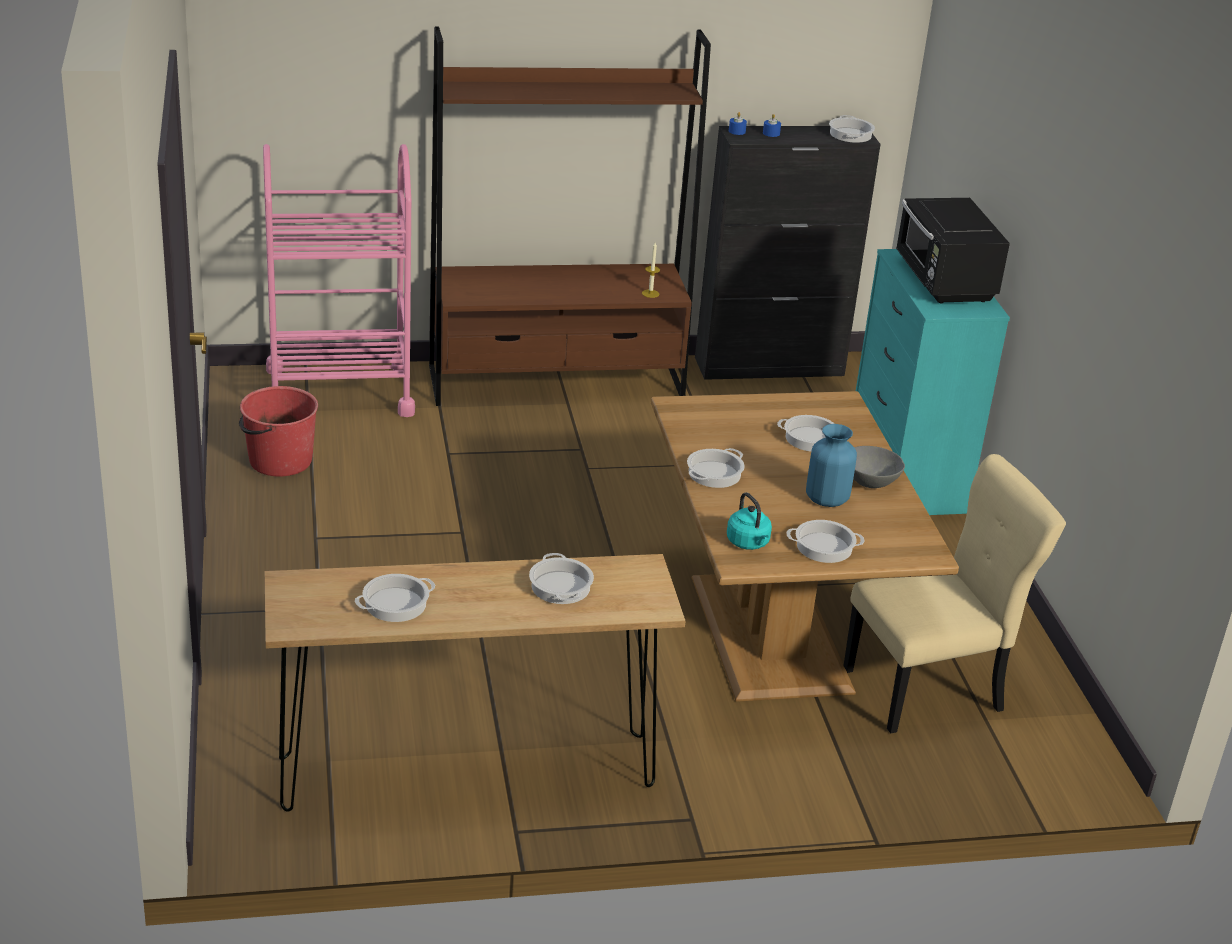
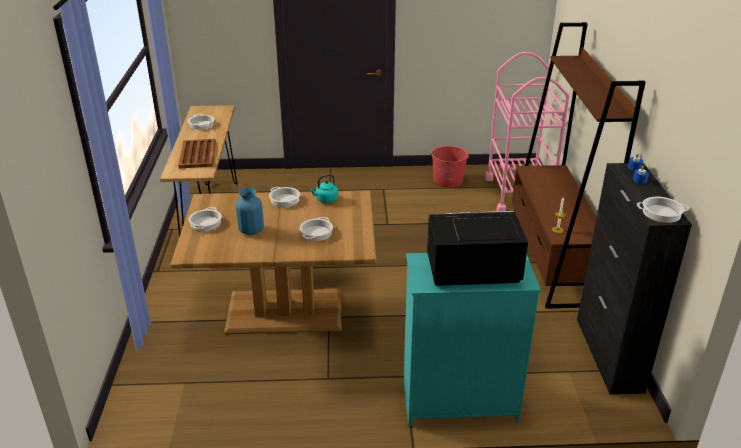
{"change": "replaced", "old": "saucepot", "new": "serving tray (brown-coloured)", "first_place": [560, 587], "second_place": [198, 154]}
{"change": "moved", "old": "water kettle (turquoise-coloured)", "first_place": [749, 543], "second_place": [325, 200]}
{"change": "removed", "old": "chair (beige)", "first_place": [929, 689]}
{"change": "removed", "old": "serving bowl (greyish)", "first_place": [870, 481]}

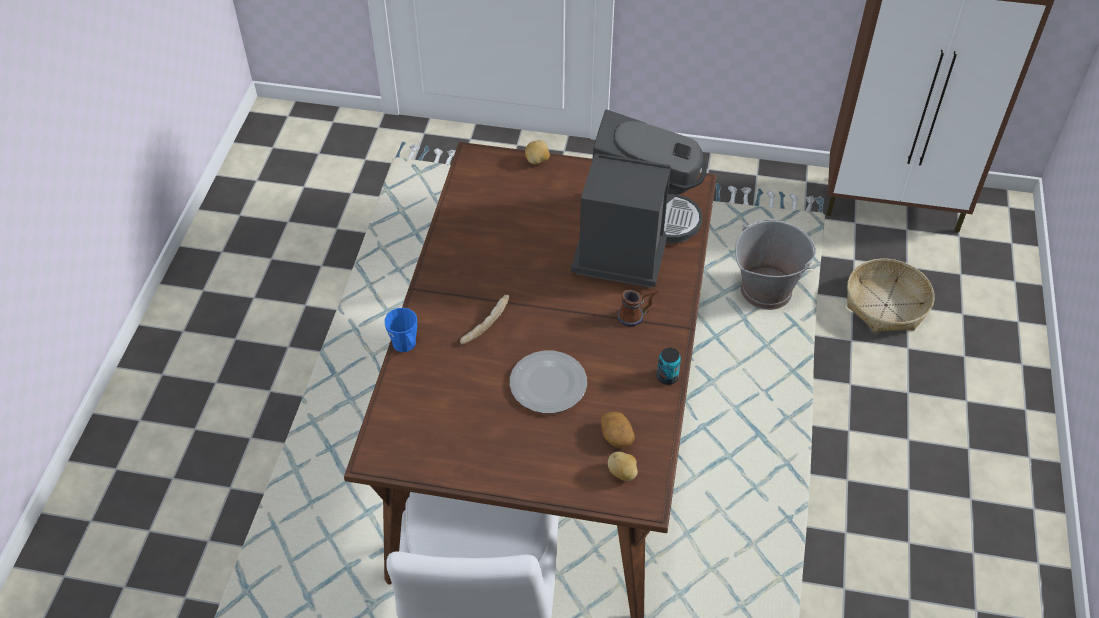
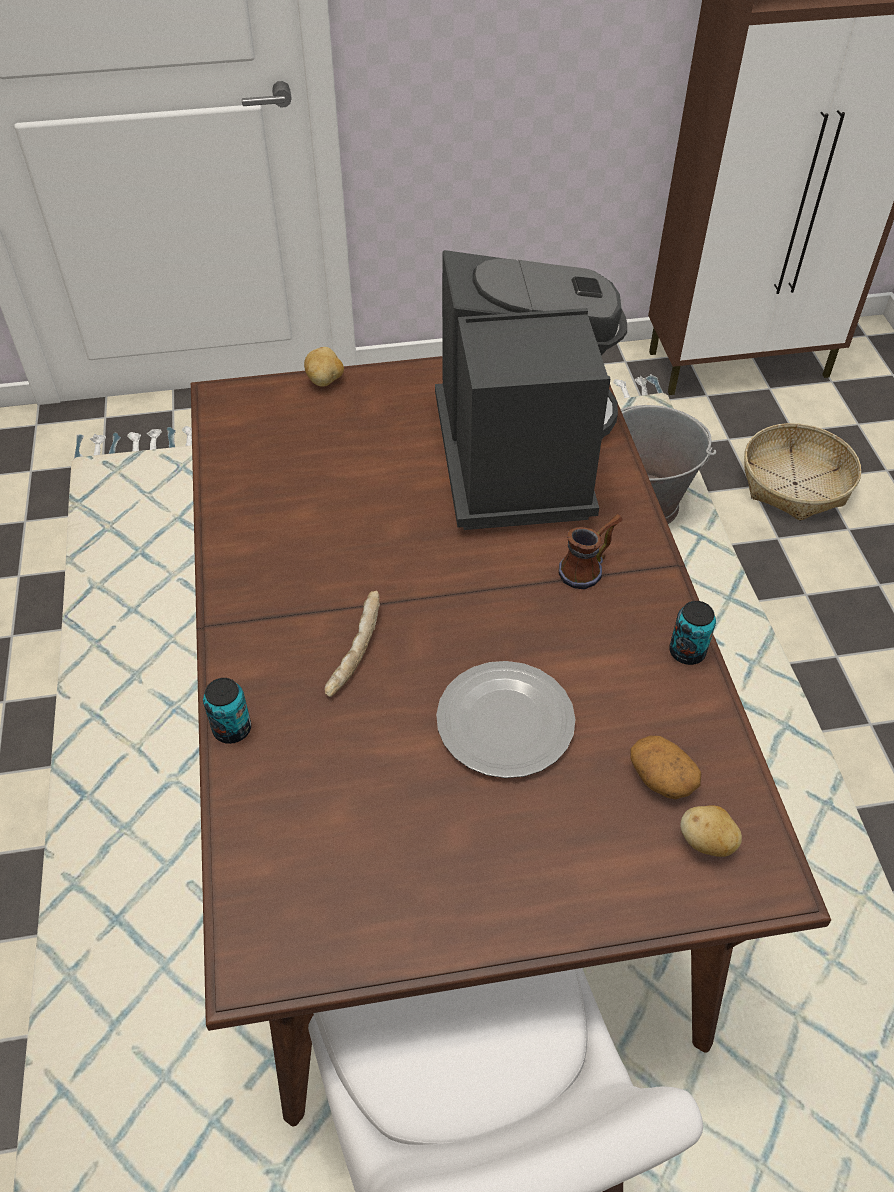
{"change": "replaced", "old": "tea mug (blue)", "new": "sealed can", "first_place": [406, 346], "second_place": [232, 729]}

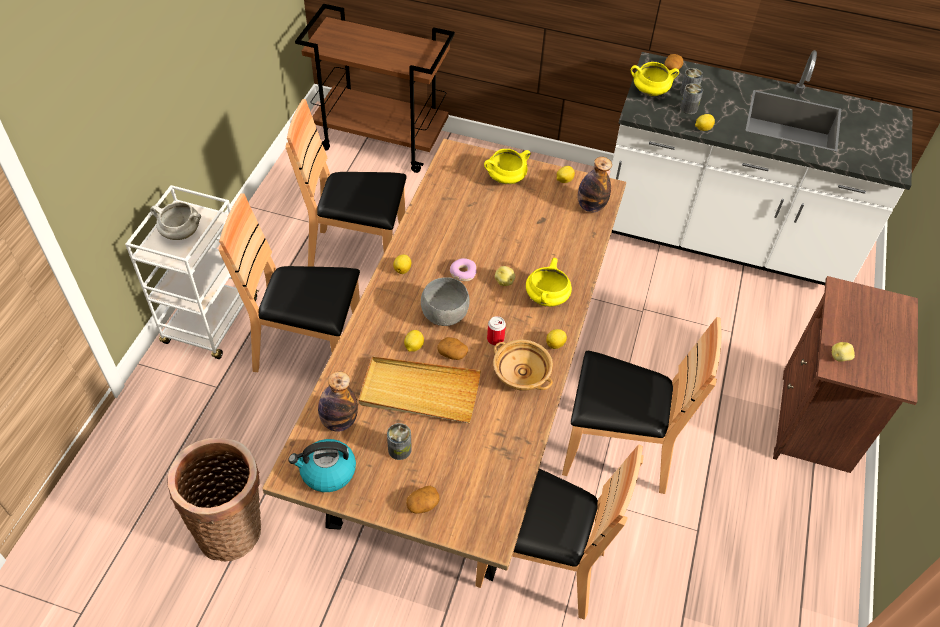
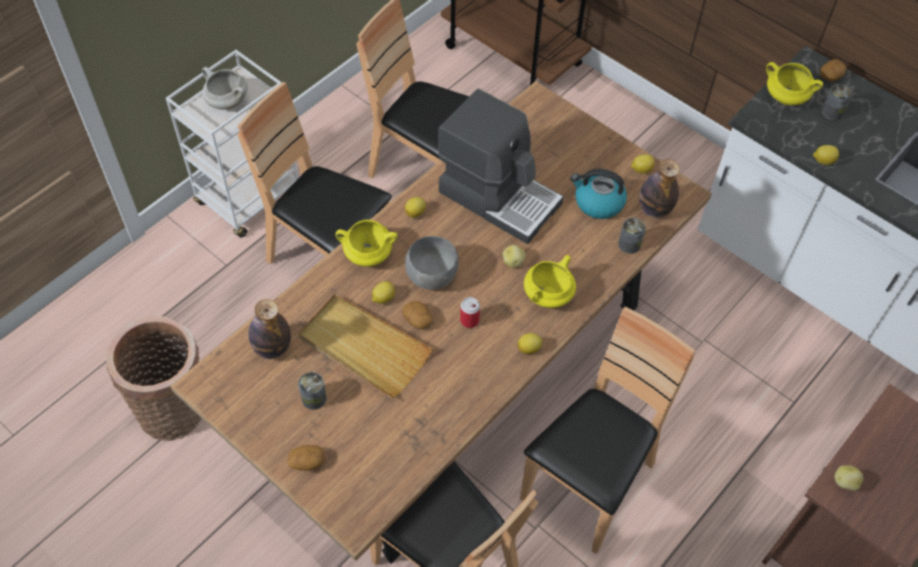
{"change": "moved", "old": "saucepot (yellowish)", "first_place": [505, 179], "second_place": [367, 255]}
{"change": "added", "new": "coffee machine", "second_place": [499, 196]}
{"change": "turned", "old": "chair (brown-coloured)", "first_place": [616, 452], "second_place": [588, 484], "degrees": -90}
{"change": "moved", "old": "water kettle", "first_place": [327, 472], "second_place": [598, 203]}
{"change": "moved", "old": "sealed can", "first_place": [688, 108], "second_place": [629, 244]}
{"change": "removed", "old": "donut", "first_place": [463, 273]}
{"change": "removed", "old": "serving bowl (beige)", "first_place": [521, 374]}

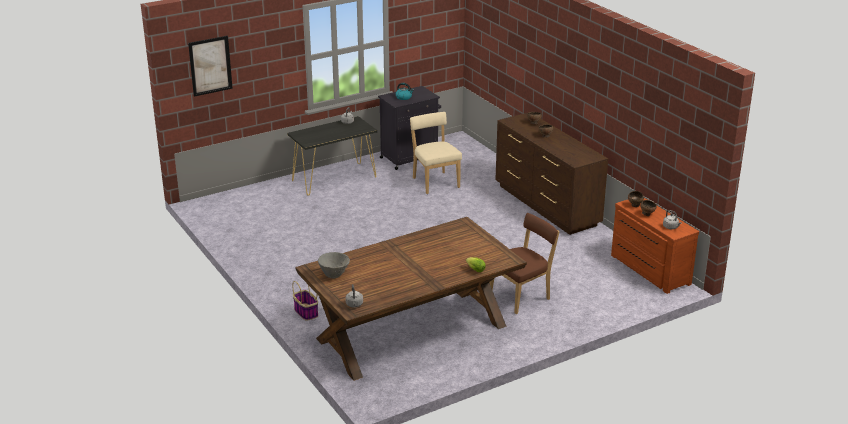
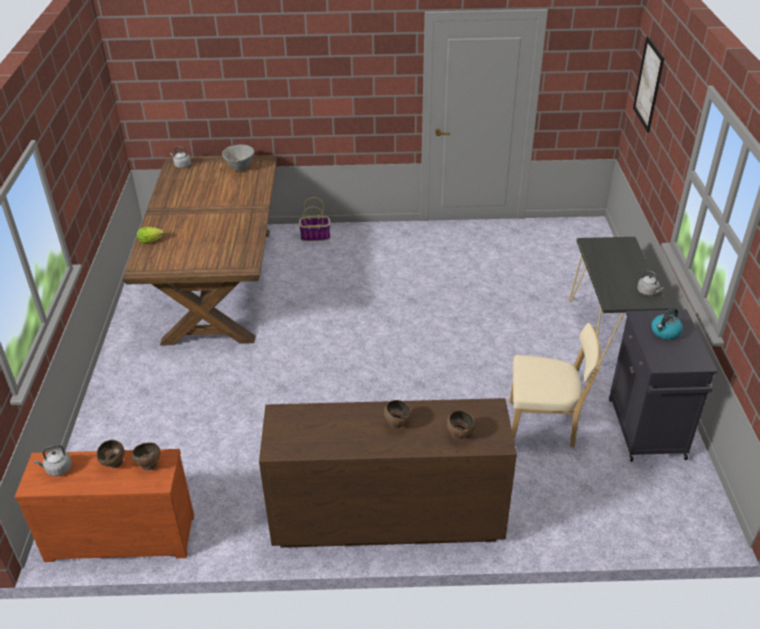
{"change": "removed", "old": "chair (brown-coloured)", "first_place": [522, 296]}

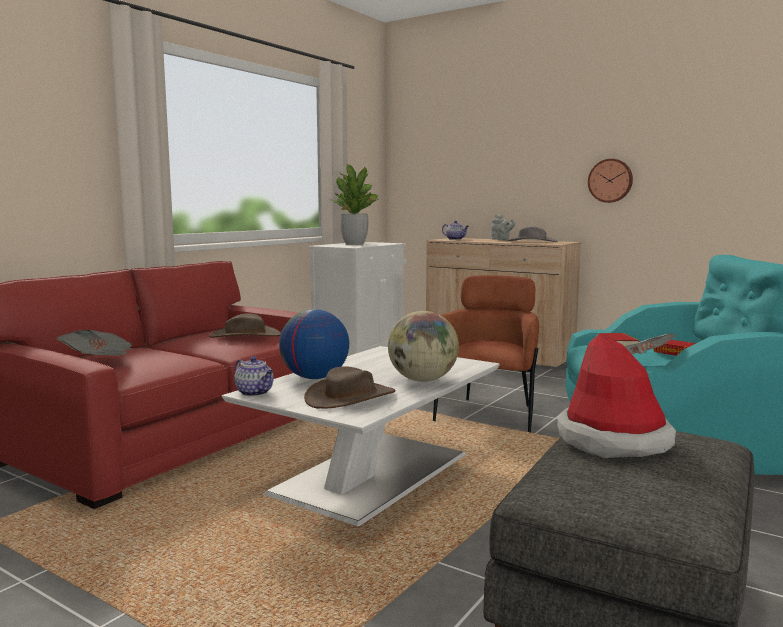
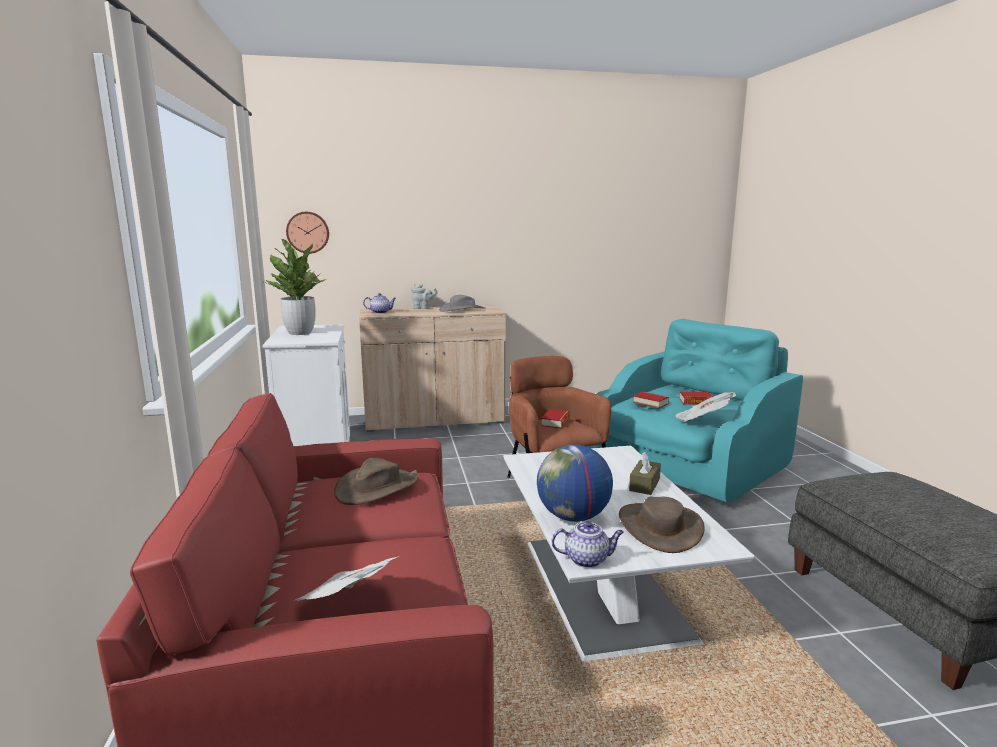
{"change": "moved", "old": "wall clock", "first_place": [610, 180], "second_place": [308, 232]}
{"change": "added", "new": "volume", "second_place": [555, 422]}
{"change": "replaced", "old": "world globe", "new": "tissue holder (brown-coloured)", "first_place": [422, 380], "second_place": [644, 485]}
{"change": "removed", "old": "wearable hat", "first_place": [614, 440]}

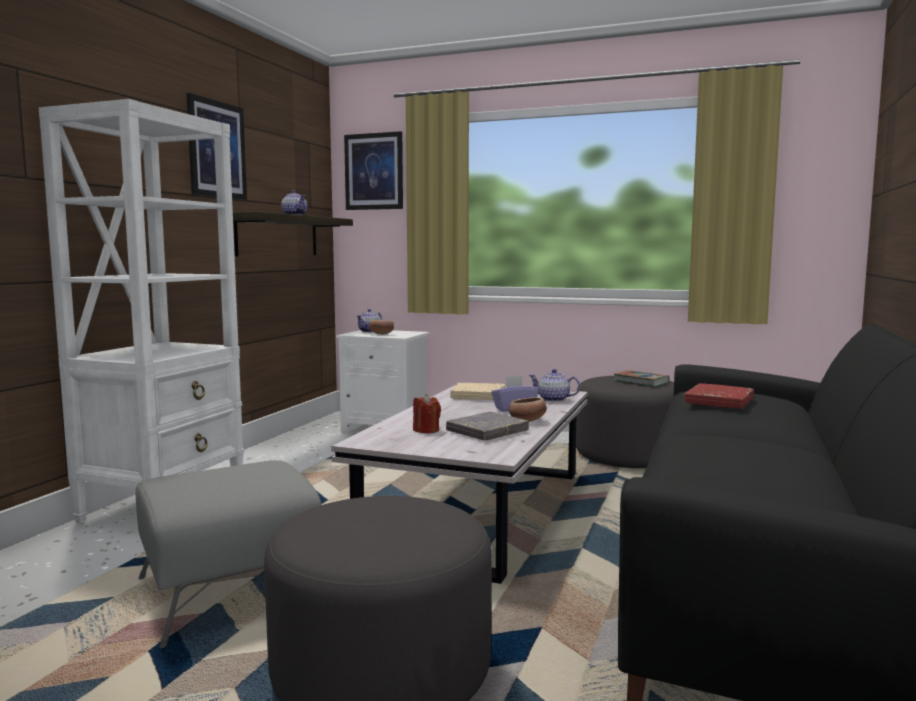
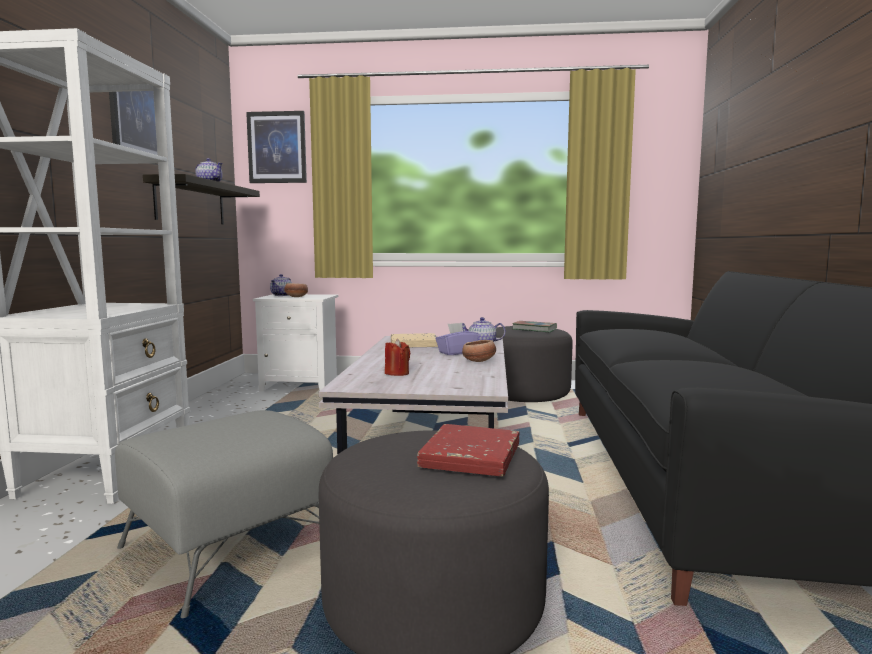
{"change": "moved", "old": "volume (red)", "first_place": [718, 401], "second_place": [470, 457]}
{"change": "removed", "old": "volume (greyish)", "first_place": [487, 431]}

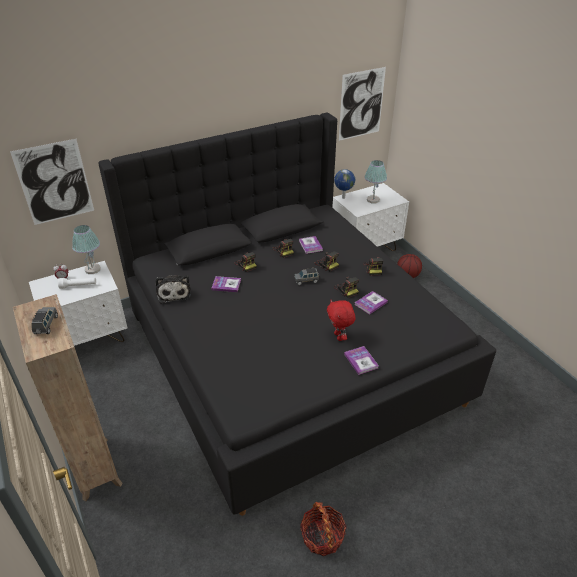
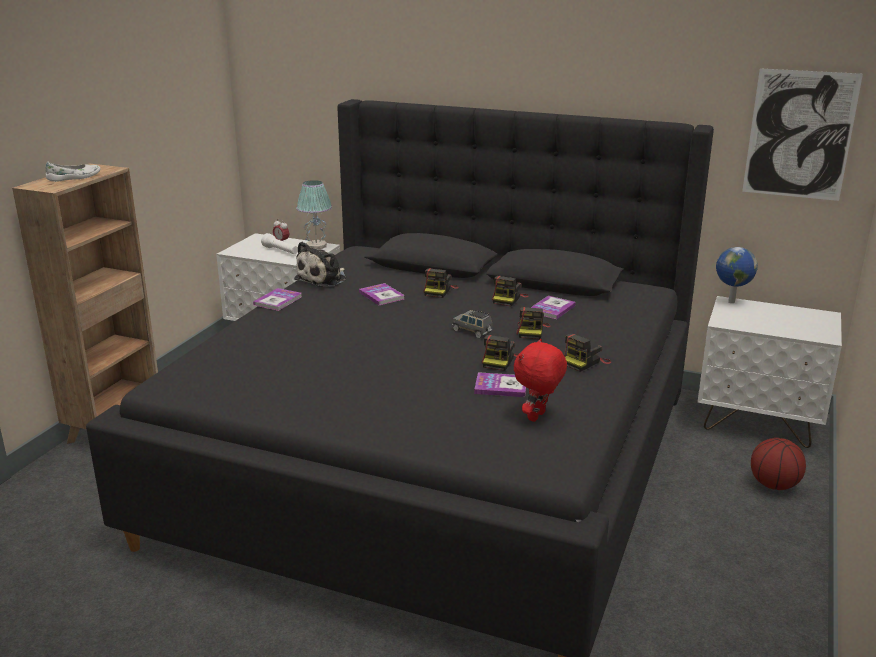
{"change": "replaced", "old": "toy car (greyish)", "new": "low shoe (whitish)", "first_place": [46, 325], "second_place": [74, 177]}
{"change": "moved", "old": "volume", "first_place": [361, 361], "second_place": [278, 301]}
{"change": "moved", "old": "cuddly toy (red)", "first_place": [339, 336], "second_place": [537, 417]}
{"change": "removed", "old": "wall picture", "first_place": [54, 182]}
{"change": "removed", "old": "storage basket", "first_place": [322, 536]}
{"change": "removed", "old": "lamp for a table", "first_place": [373, 200]}

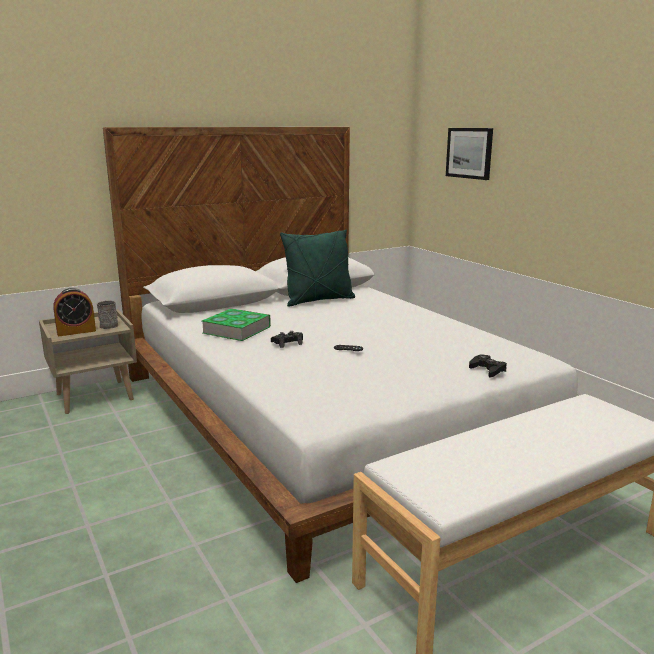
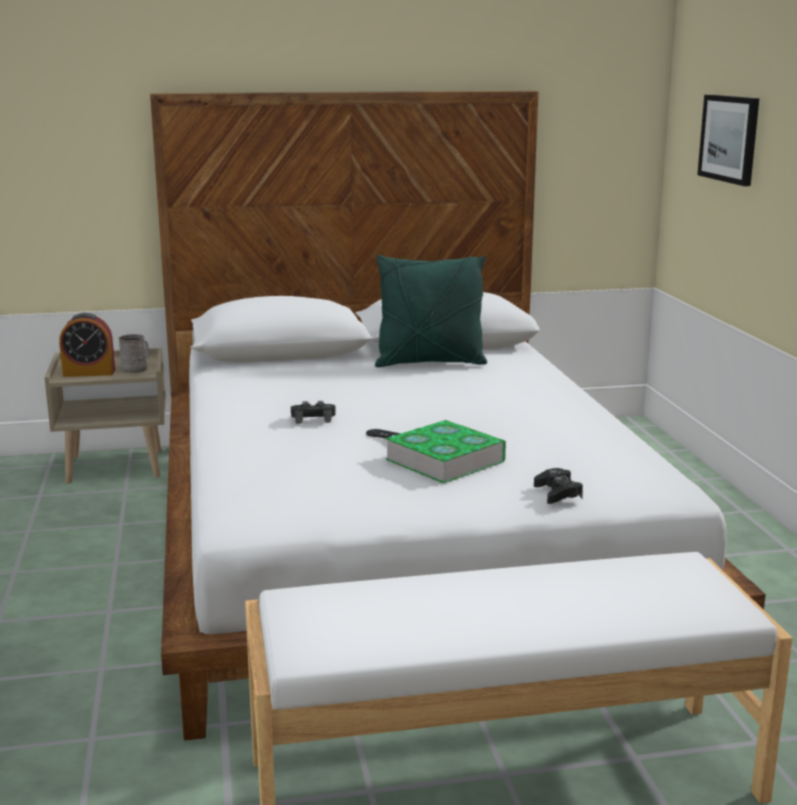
{"change": "moved", "old": "volume", "first_place": [237, 330], "second_place": [445, 460]}

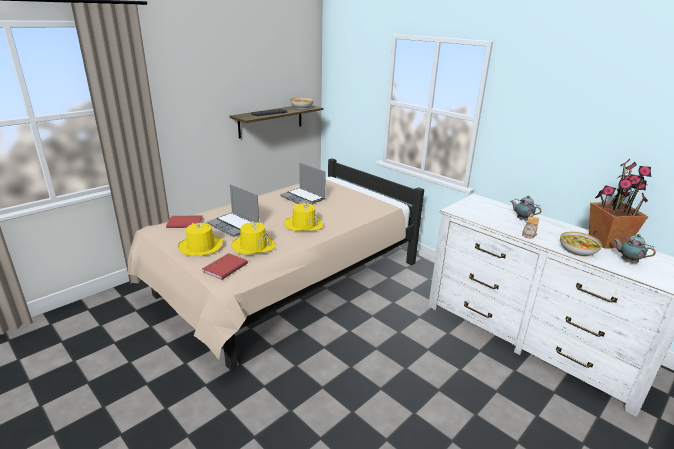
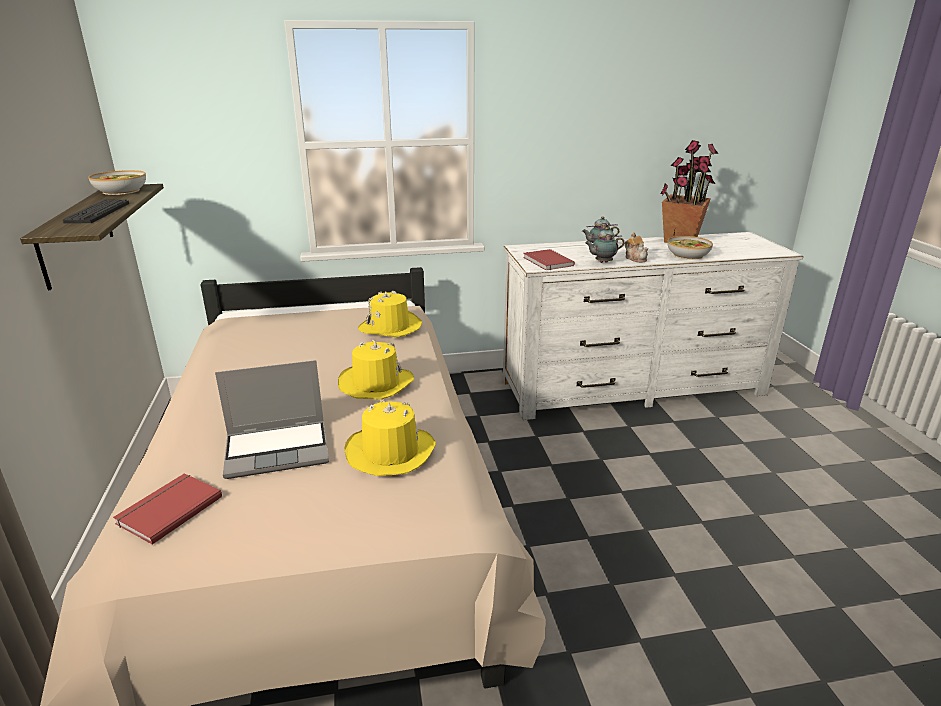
{"change": "moved", "old": "wearable hat (yellowish)", "first_place": [201, 247], "second_place": [390, 327]}
{"change": "moved", "old": "volume (red)", "first_place": [224, 267], "second_place": [546, 262]}
{"change": "moved", "old": "tea pot", "first_place": [627, 261], "second_place": [602, 262]}
{"change": "removed", "old": "laptop", "first_place": [303, 198]}

